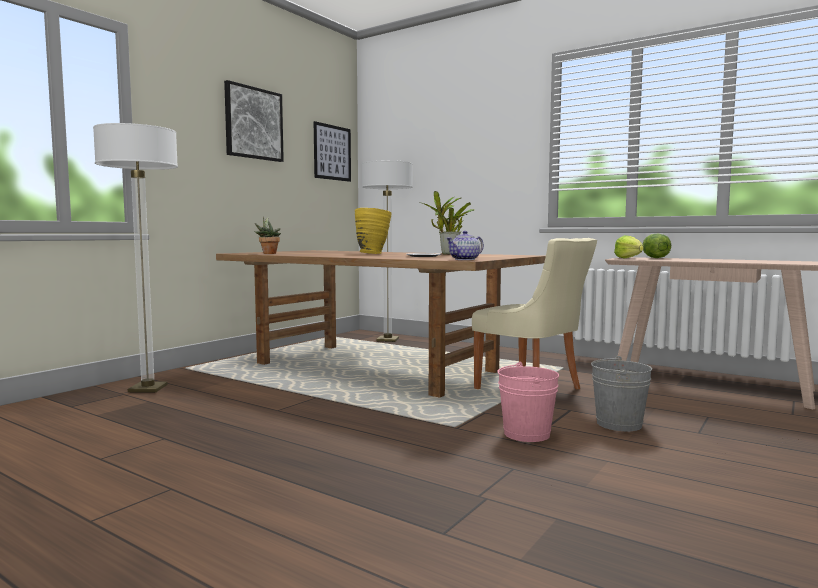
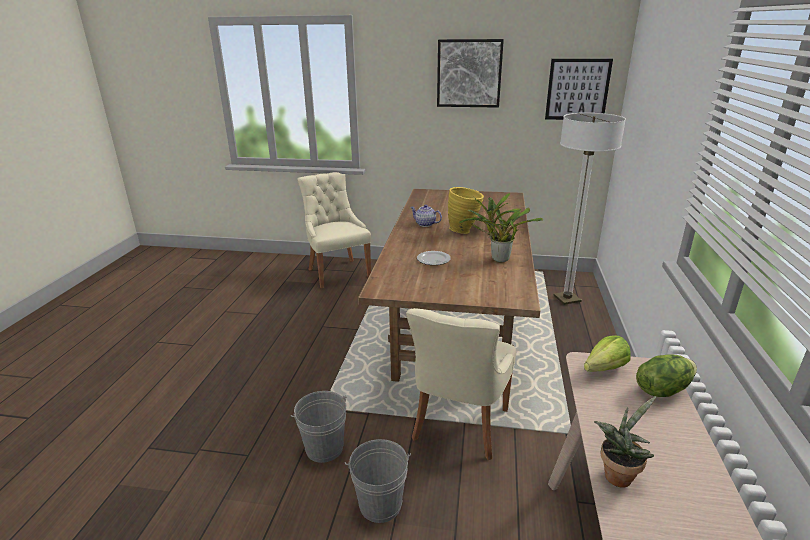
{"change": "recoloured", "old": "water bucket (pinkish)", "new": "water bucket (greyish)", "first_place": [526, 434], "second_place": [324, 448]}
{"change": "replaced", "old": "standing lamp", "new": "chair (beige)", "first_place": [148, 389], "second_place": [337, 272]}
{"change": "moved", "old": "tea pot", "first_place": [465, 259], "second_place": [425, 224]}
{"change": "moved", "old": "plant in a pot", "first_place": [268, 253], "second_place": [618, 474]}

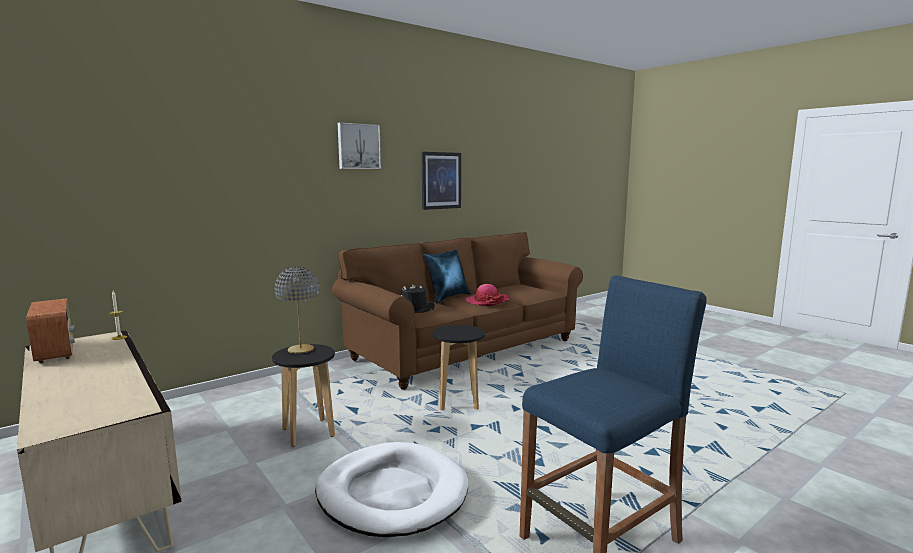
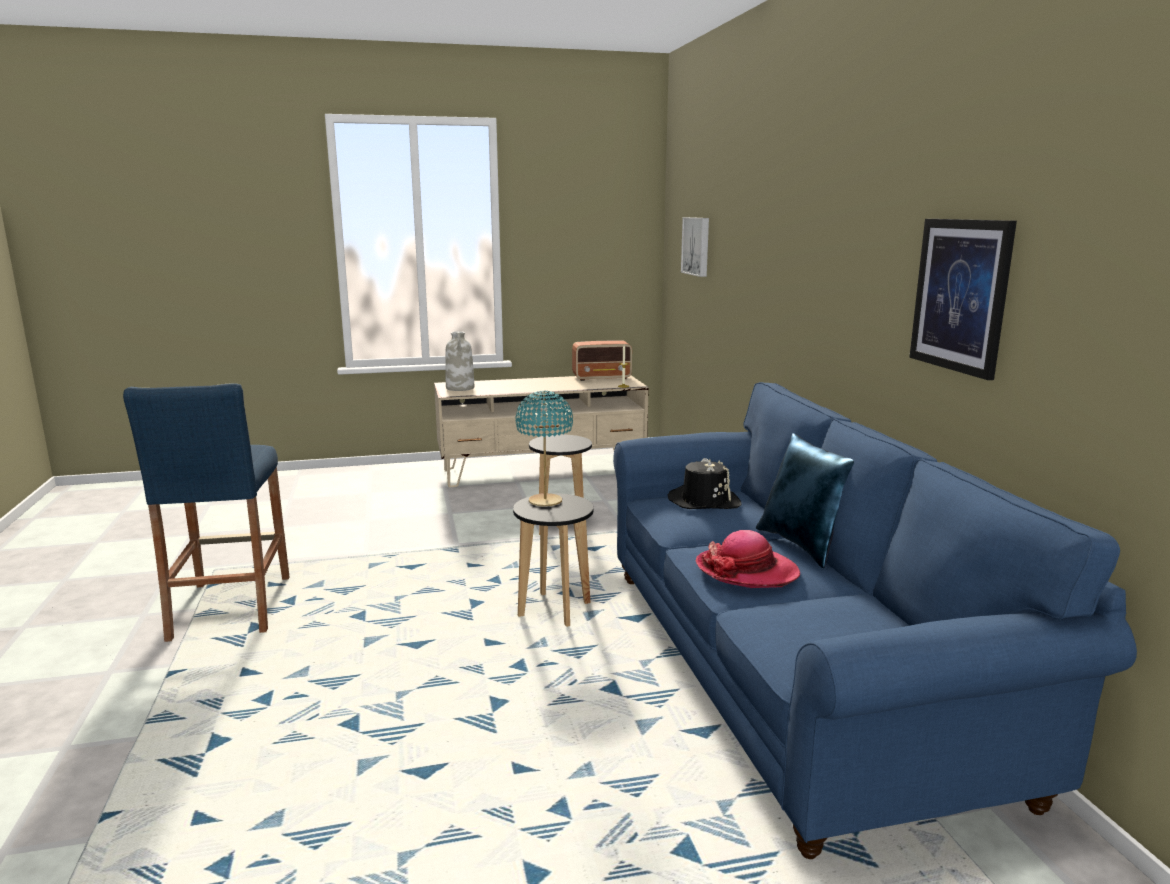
{"change": "added", "new": "decorative vase (whitish)", "second_place": [460, 388]}
{"change": "added", "new": "lamp for a table (turquoise-coloured)", "second_place": [545, 501]}
{"change": "recoloured", "old": "sofa (brown-coloured)", "new": "sofa (blue)", "first_place": [465, 350], "second_place": [787, 672]}
{"change": "moved", "old": "wall picture", "first_place": [358, 146], "second_place": [697, 246]}
{"change": "removed", "old": "lamp for a table (greyish)", "first_place": [300, 350]}
{"change": "removed", "old": "pet bed (whitish)", "first_place": [392, 493]}

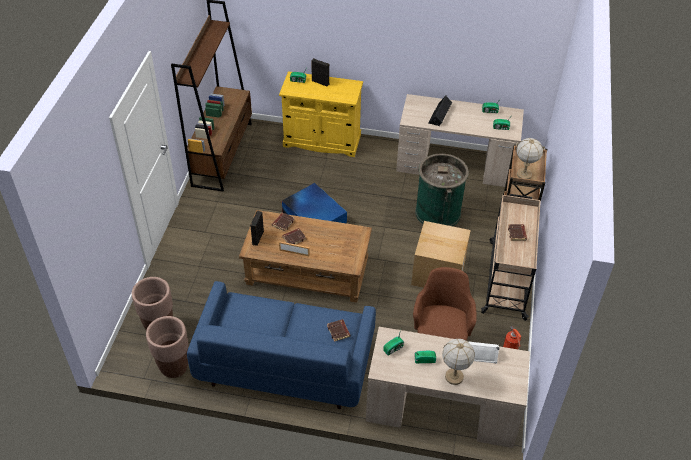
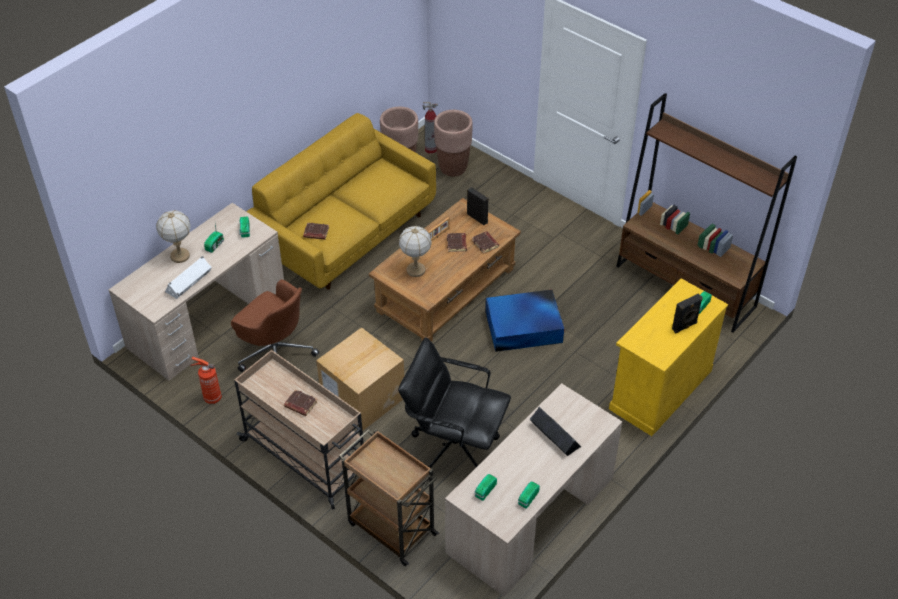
{"change": "recoloured", "old": "sofa (blue)", "new": "sofa (yellowish)", "first_place": [285, 363], "second_place": [346, 233]}
{"change": "moved", "old": "lamp for a table", "first_place": [524, 174], "second_place": [415, 270]}
{"change": "replaced", "old": "waste bin (green-coloured)", "new": "office chair (black-coloured)", "first_place": [438, 212], "second_place": [454, 446]}
{"change": "added", "new": "extinguisher", "second_place": [431, 149]}

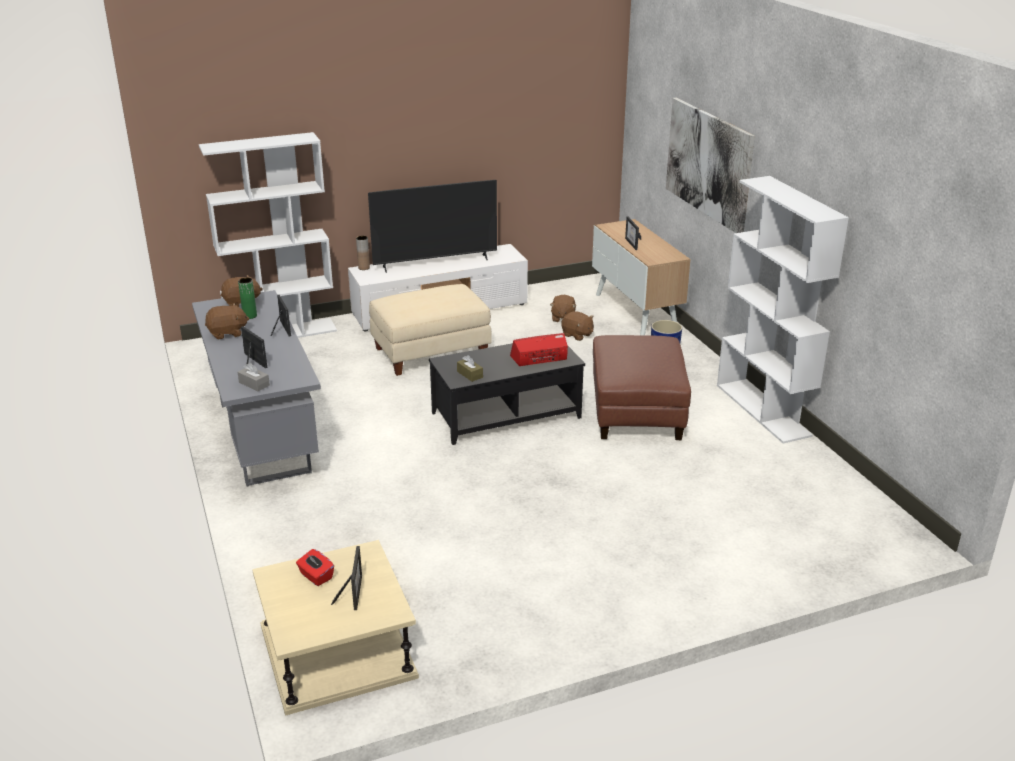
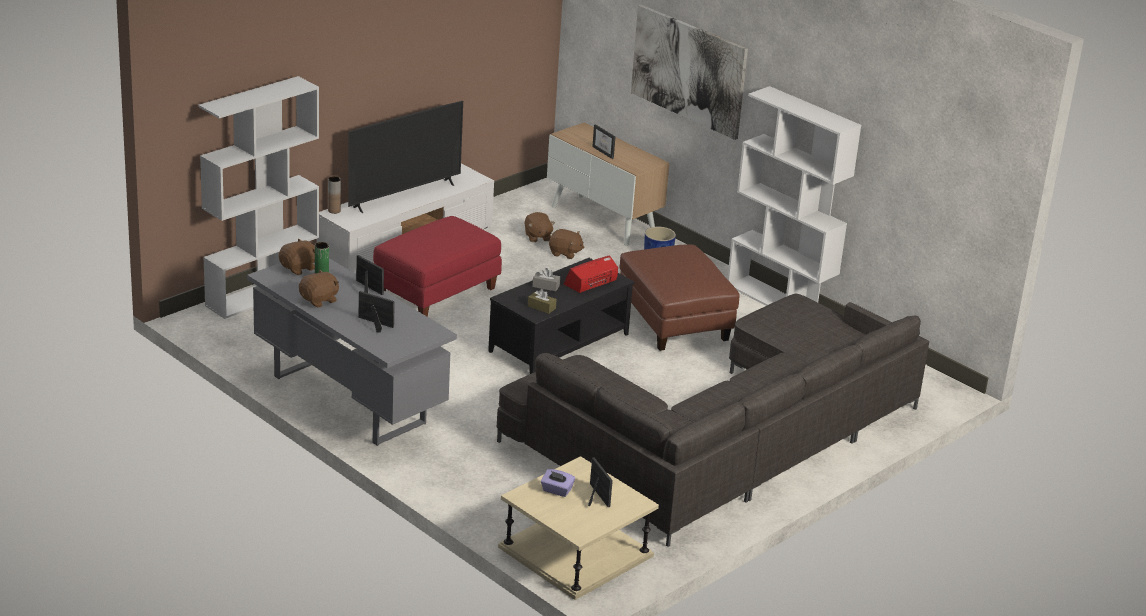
{"change": "recoloured", "old": "footrest (beige)", "new": "footrest (red)", "first_place": [431, 352], "second_place": [436, 291]}
{"change": "added", "new": "sofa (greyish)", "second_place": [722, 439]}
{"change": "moved", "old": "tissue holder (greyish)", "first_place": [254, 384], "second_place": [546, 286]}
{"change": "recoloured", "old": "tissue holder (red)", "new": "tissue holder (purplish)", "first_place": [316, 576], "second_place": [556, 490]}

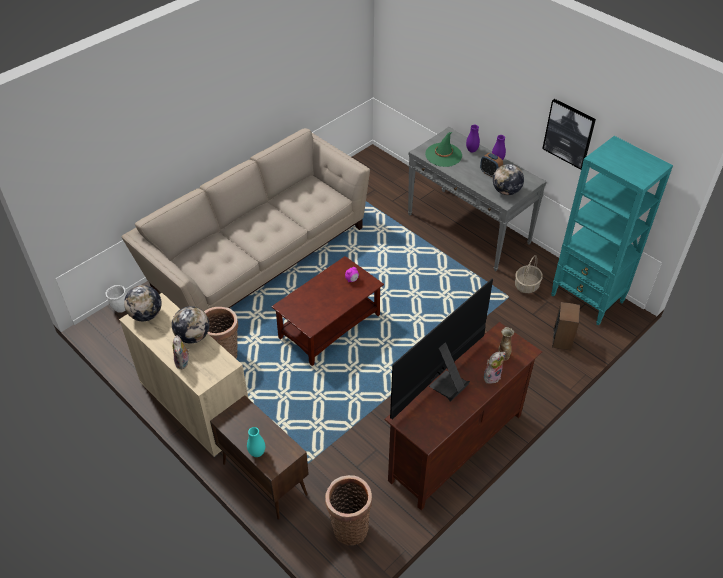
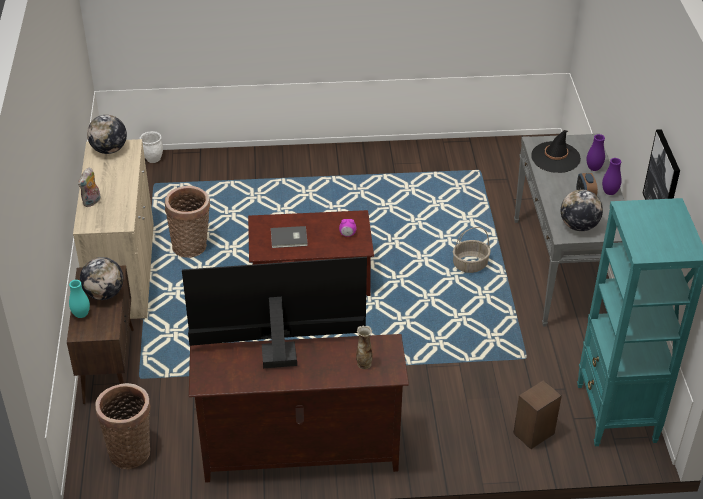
{"change": "moved", "old": "world globe", "first_place": [193, 336], "second_place": [104, 294]}
{"change": "added", "new": "volume (greyish)", "second_place": [289, 239]}
{"change": "moved", "old": "storage basket", "first_place": [526, 286], "second_place": [470, 265]}
{"change": "recoloured", "old": "wearable hat (green-coloured)", "new": "wearable hat (black-coloured)", "first_place": [443, 155], "second_place": [555, 157]}
{"change": "removed", "old": "sofa (beige)", "first_place": [258, 255]}
{"change": "removed", "old": "cuddly toy", "first_place": [491, 376]}

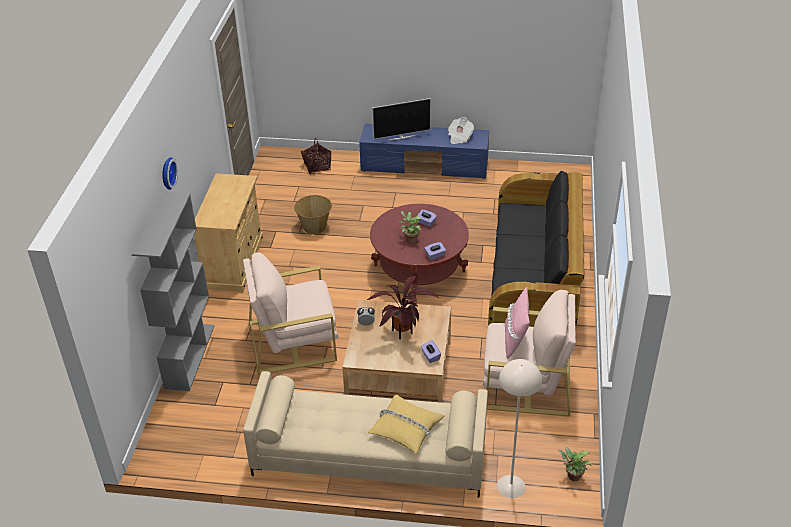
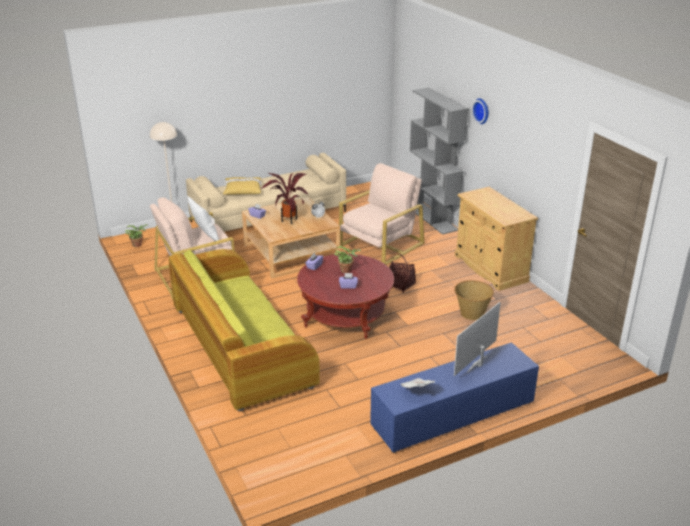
{"change": "recoloured", "old": "sofa (black-coloured)", "new": "sofa (green-coloured)", "first_place": [534, 275], "second_place": [240, 346]}
{"change": "recoloured", "old": "cushion (pinkish)", "new": "cushion (whitish)", "first_place": [515, 340], "second_place": [205, 236]}
{"change": "moved", "old": "storage basket", "first_place": [317, 167], "second_place": [400, 285]}

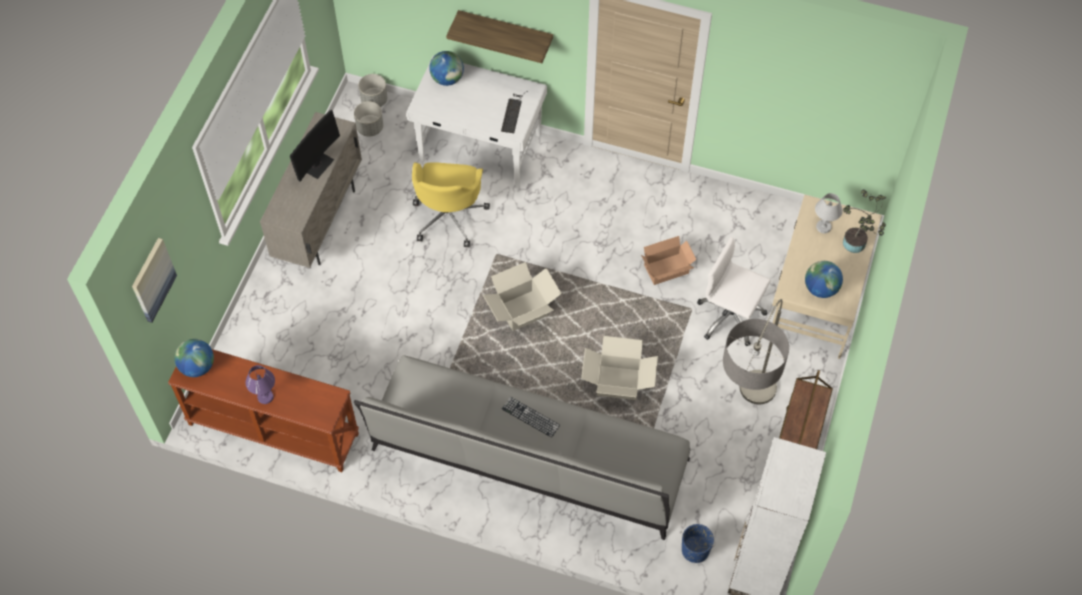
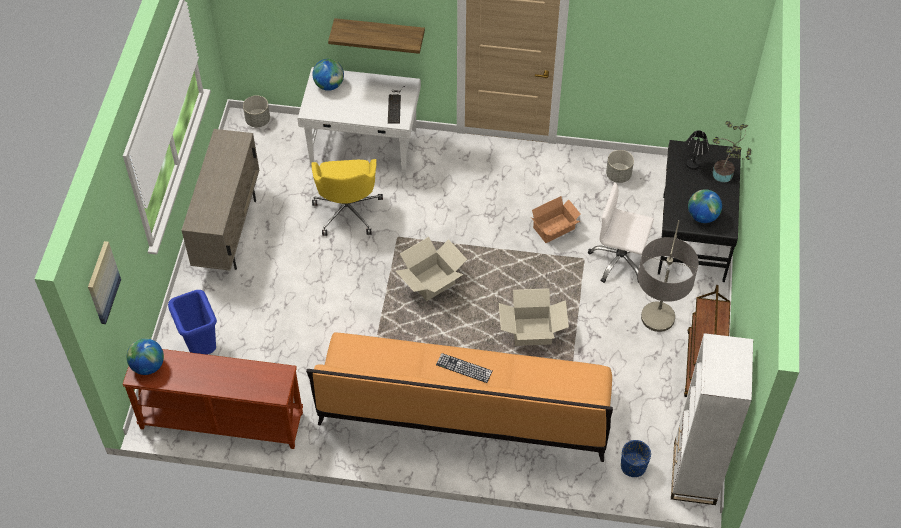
{"change": "added", "new": "waste bin (blue)", "second_place": [201, 349]}
{"change": "recoloured", "old": "sofa (greyish)", "new": "sofa (orange-coloured)", "first_place": [527, 460], "second_place": [464, 412]}
{"change": "moved", "old": "planter (greyish)", "first_place": [370, 127], "second_place": [618, 175]}
{"change": "recoloured", "old": "desk (beige)", "new": "desk (black-coloured)", "first_place": [815, 303], "second_place": [692, 238]}
{"change": "recoloured", "old": "lamp for a table (whitish)", "new": "lamp for a table (black-coloured)", "first_place": [824, 226], "second_place": [693, 164]}
{"change": "removed", "old": "lamp for a table (purplish)", "first_place": [265, 397]}
{"change": "removed", "old": "computer screen", "first_place": [317, 164]}

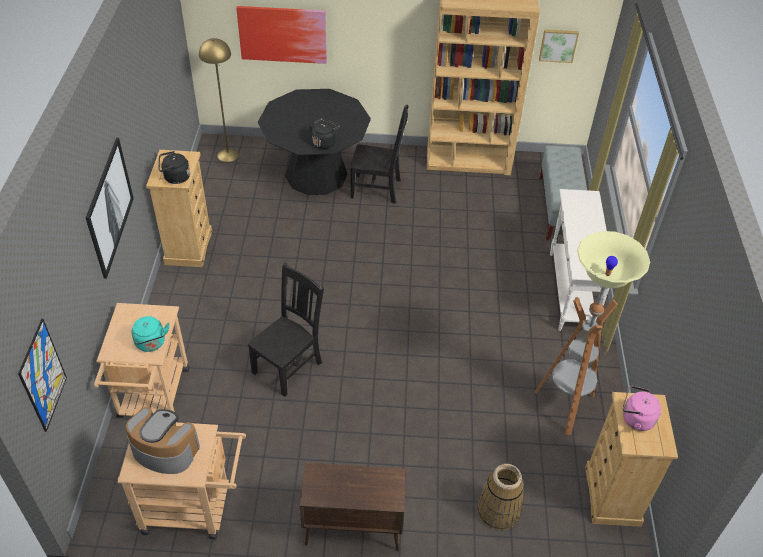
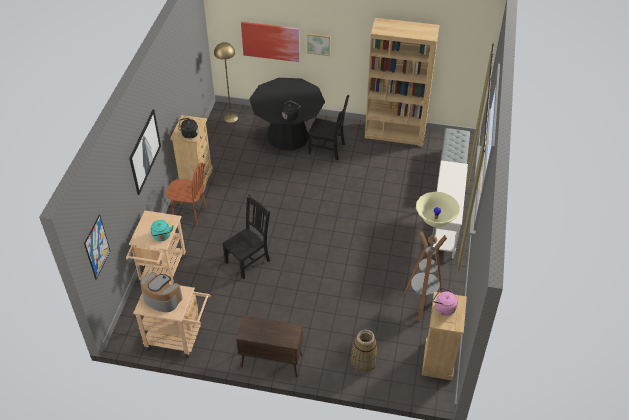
{"change": "added", "new": "chair (brown-coloured)", "second_place": [189, 214]}
{"change": "moved", "old": "wall picture", "first_place": [558, 45], "second_place": [319, 43]}

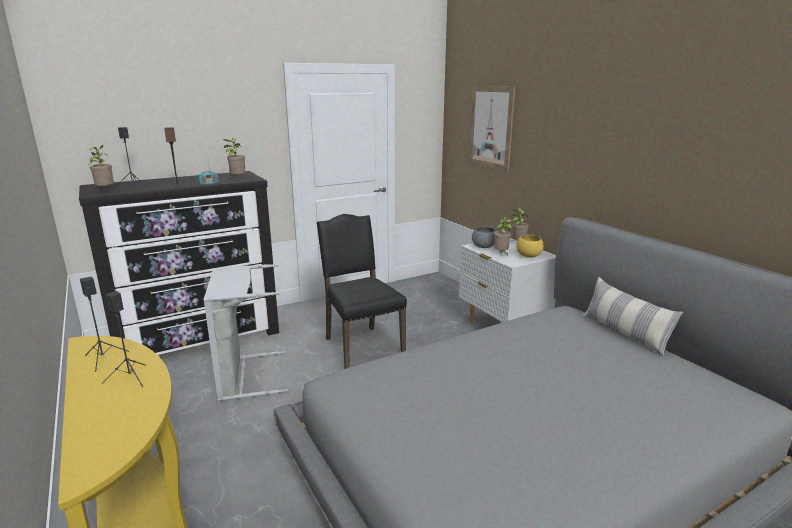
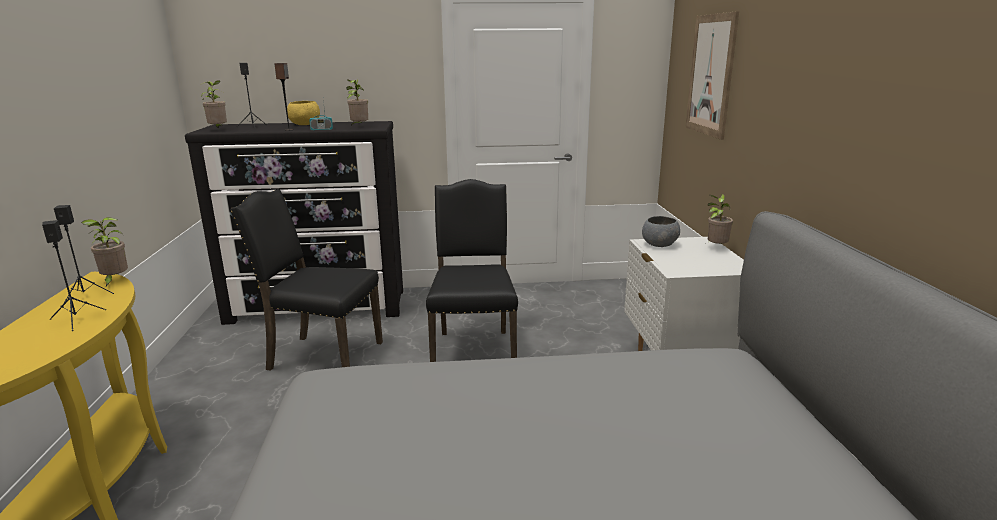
{"change": "moved", "old": "plant in a pot", "first_place": [501, 254], "second_place": [114, 281]}
{"change": "replaced", "old": "hamper (greyish)", "new": "chair (black-coloured)", "first_place": [243, 377], "second_place": [322, 356]}
{"change": "moved", "old": "serving bowl (yellowish)", "first_place": [528, 256], "second_place": [304, 124]}
{"change": "removed", "old": "cushion", "first_place": [624, 334]}

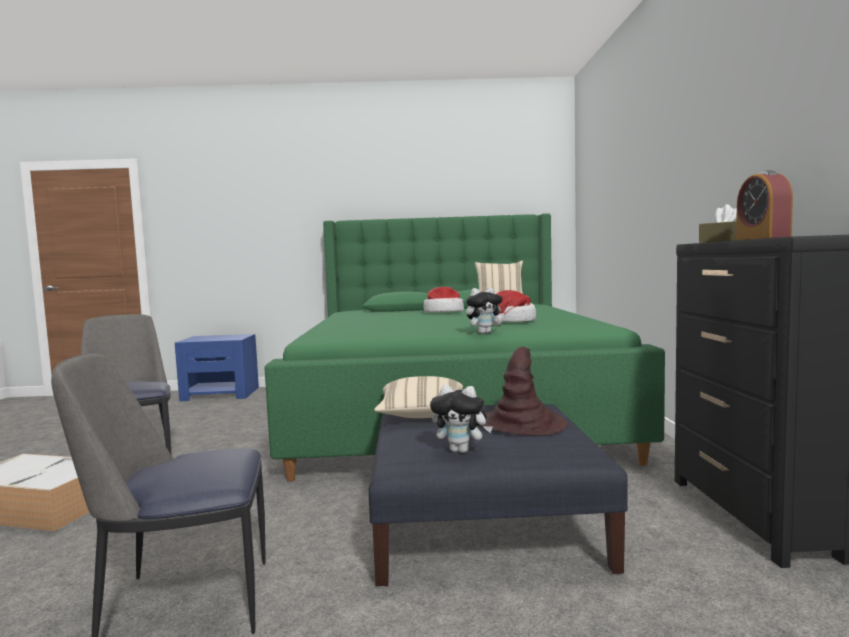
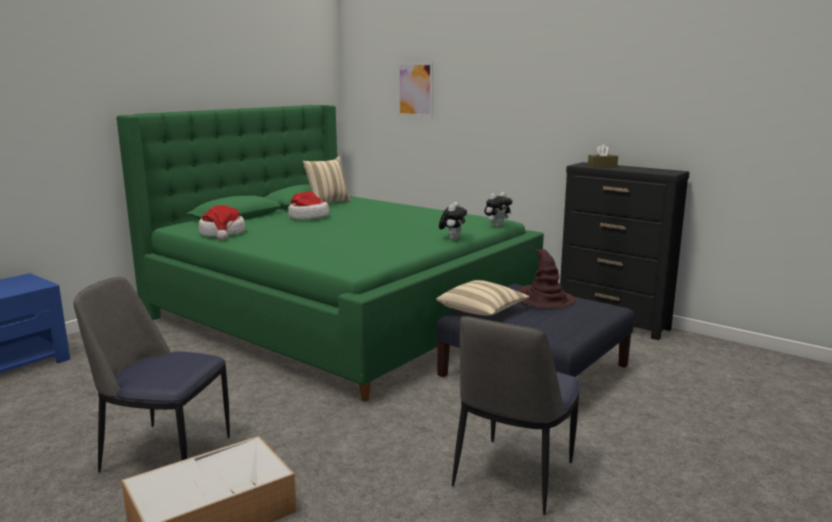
{"change": "moved", "old": "wearable hat", "first_place": [510, 322], "second_place": [222, 234]}
{"change": "added", "new": "wall picture", "second_place": [415, 89]}
{"change": "moved", "old": "cuddly toy", "first_place": [461, 450], "second_place": [497, 226]}
{"change": "removed", "old": "bedside clock", "first_place": [762, 238]}

